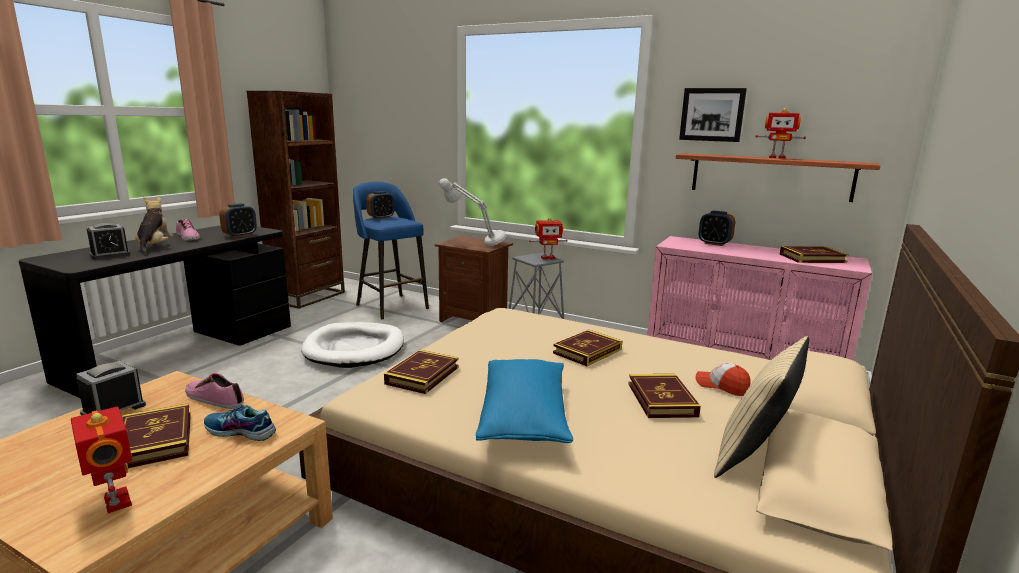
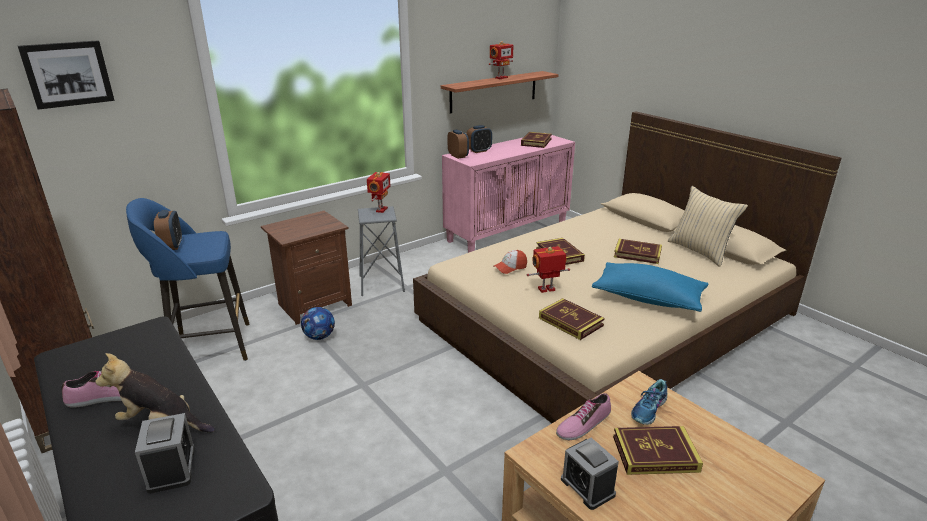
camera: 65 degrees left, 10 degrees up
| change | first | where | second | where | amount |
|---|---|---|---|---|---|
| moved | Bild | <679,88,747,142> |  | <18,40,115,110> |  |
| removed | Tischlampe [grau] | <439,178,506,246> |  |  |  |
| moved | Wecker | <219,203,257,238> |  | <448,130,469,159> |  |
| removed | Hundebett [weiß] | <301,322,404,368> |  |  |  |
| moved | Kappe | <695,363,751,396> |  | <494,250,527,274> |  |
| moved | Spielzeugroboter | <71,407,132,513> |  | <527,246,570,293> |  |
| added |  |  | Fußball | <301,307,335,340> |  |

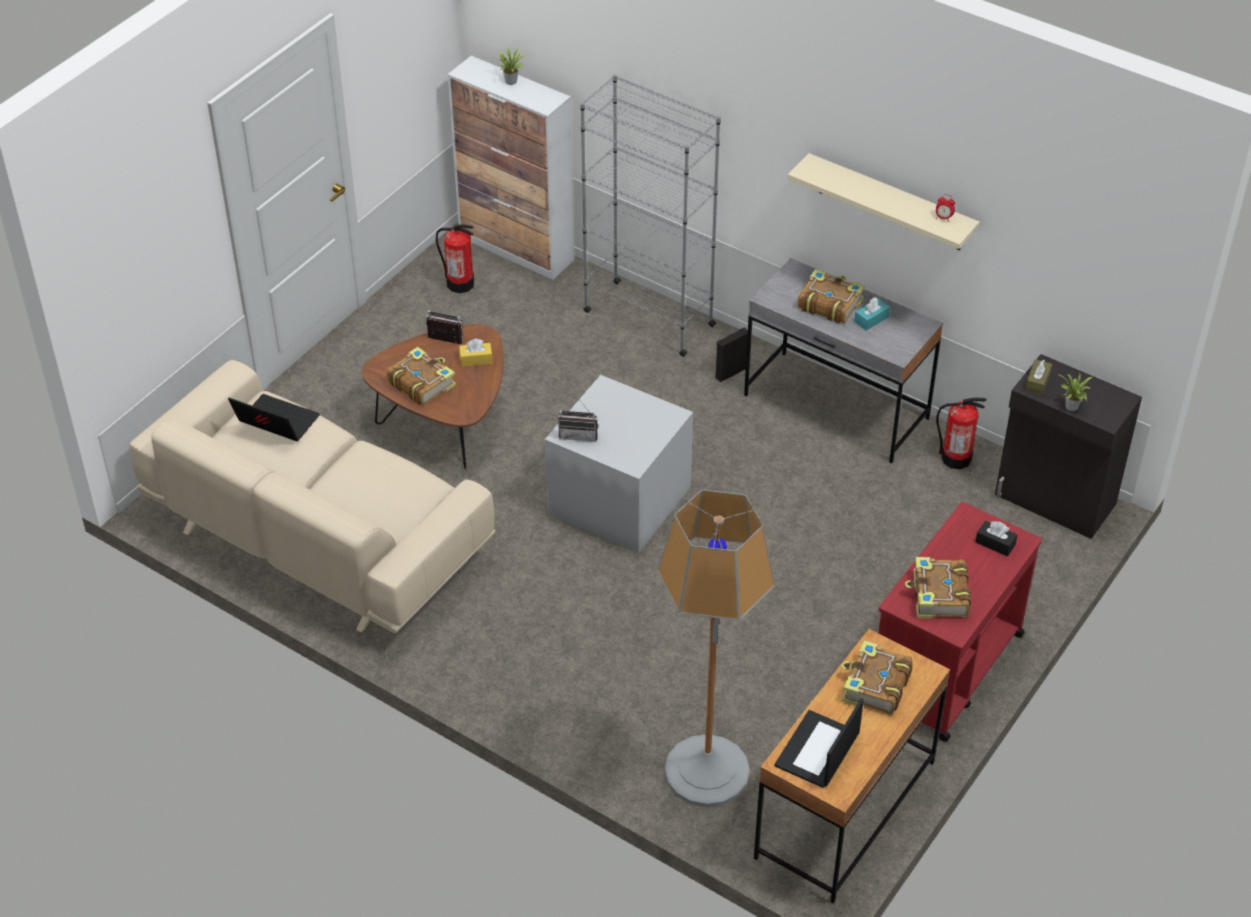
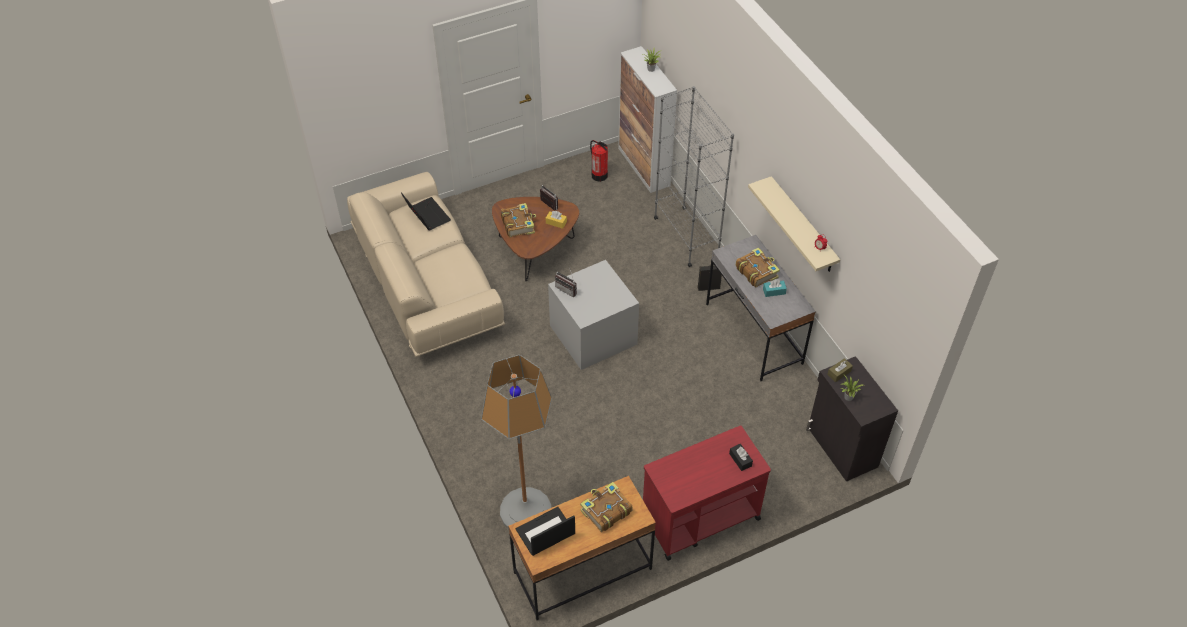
camera: 30 degrees right, 5 degrees up
| change | first | where | second | where | amount |
|---|---|---|---|---|---|
| removed | Feuerlöscher | <936,397,986,469> |  |  |  |
| removed | Buch | <905,557,971,619> |  |  |  |

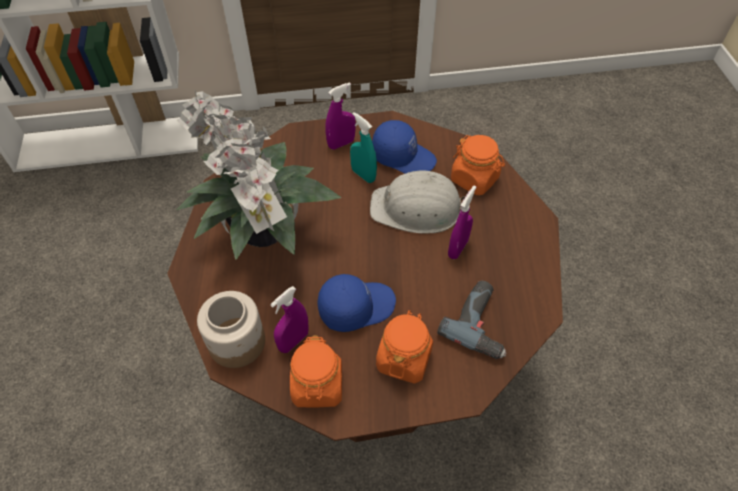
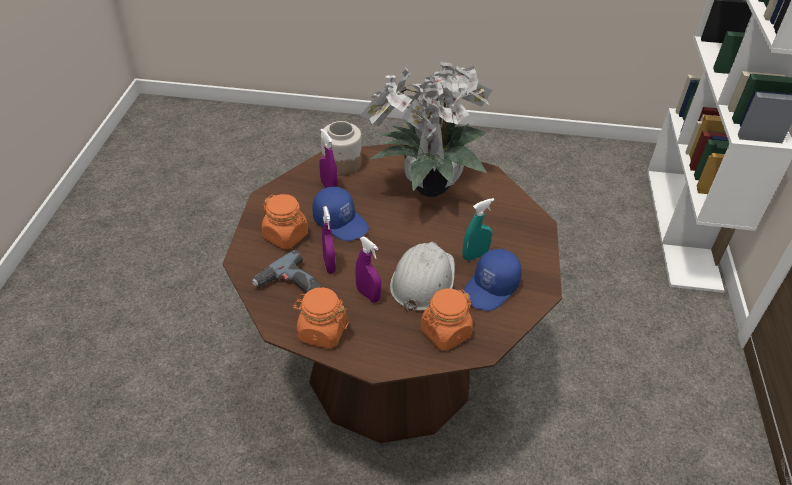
camera: 105 degrees right, 10 degrees down
| change | first | where | second | where | amount |
|---|---|---|---|---|---|
| moved | Sprühflasche [lila] | <325,82,356,149> |  | <322,206,336,273> |  |
| turned | Kappe [blau] | <318,274,396,332> |  | <312,187,369,241> | 45 degrees counterclockwise |
| moved | Vorratsglas [orange] | <290,335,342,407> |  | <293,287,349,349> |  |

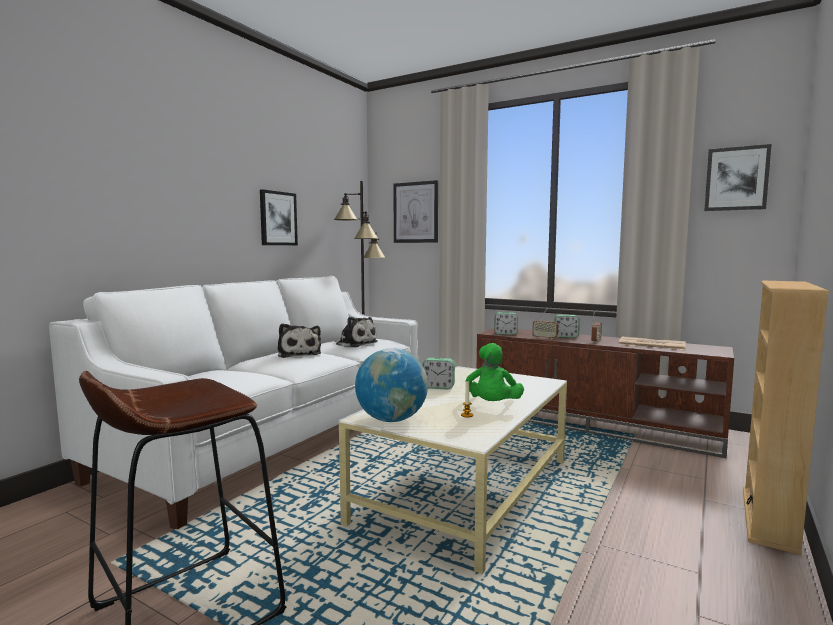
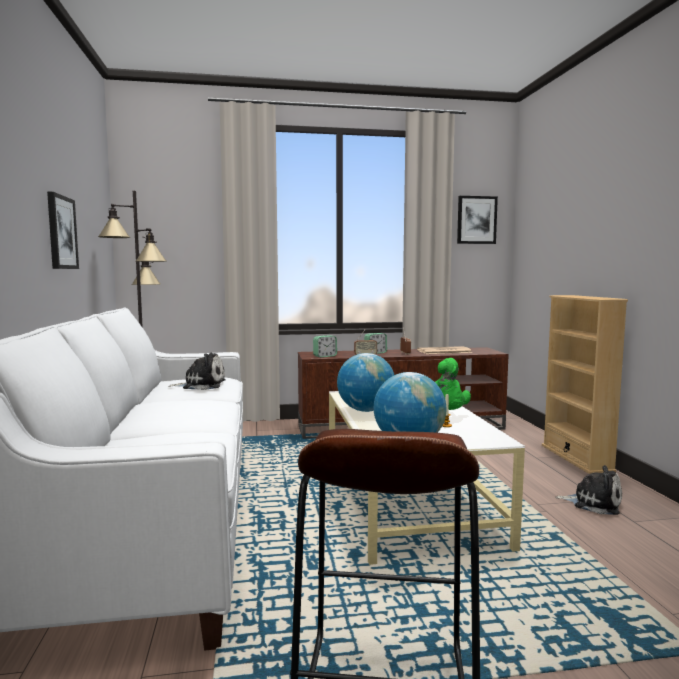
camera: 40 degrees left, 0 degrees up
| change | first | where | second | where | amount |
|---|---|---|---|---|---|
| removed | Bild | <393,180,438,243> |  |  |  |
| moved | Plüschtier | <278,323,321,358> |  | <555,465,622,515> |  |
| replaced | Wecker | <422,358,455,390> | Globus | <337,353,394,412> |  |

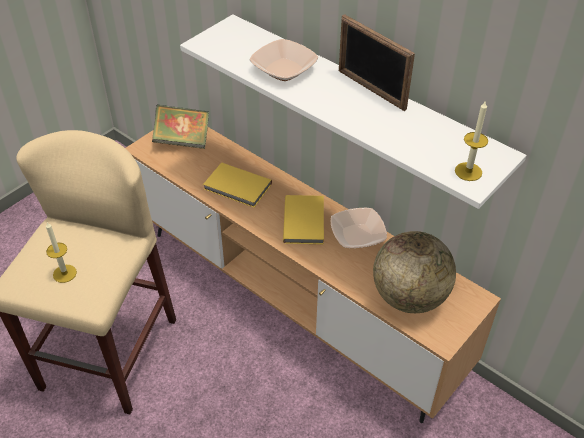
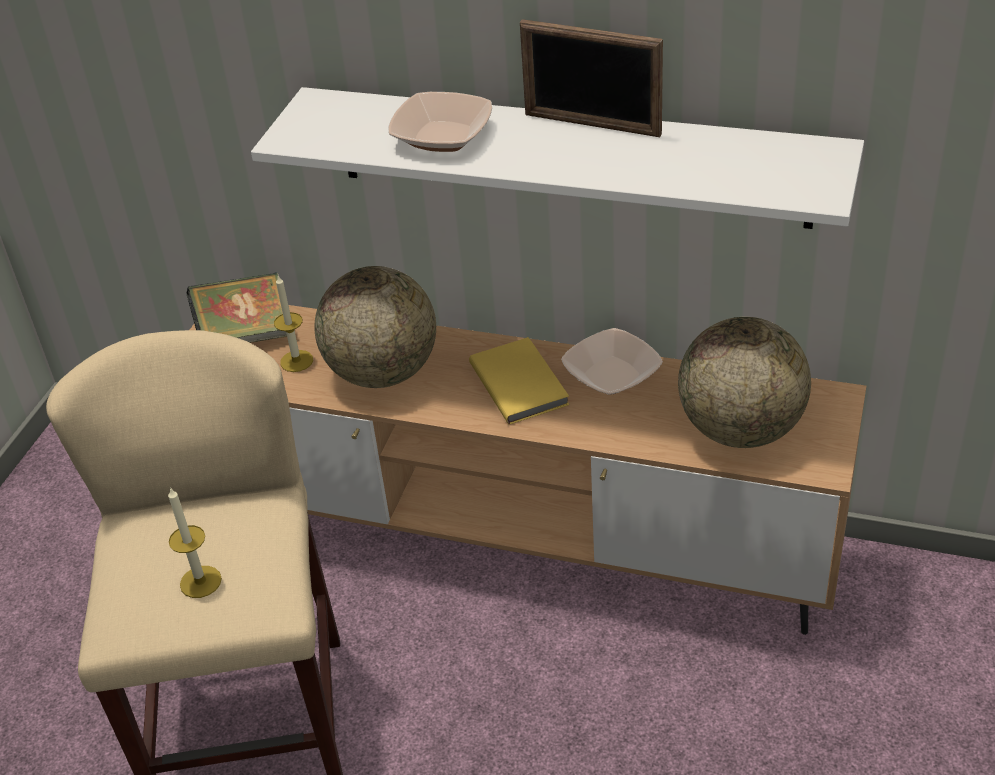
camera: 20 degrees left, 5 degrees down
| change | first | where | second | where | amount |
|---|---|---|---|---|---|
| moved | Kerze | <455,100,488,181> |  | <274,276,313,372> |  |
| replaced | Buch [gelb] | <203,163,272,208> | Globus | <315,266,436,388> |  |

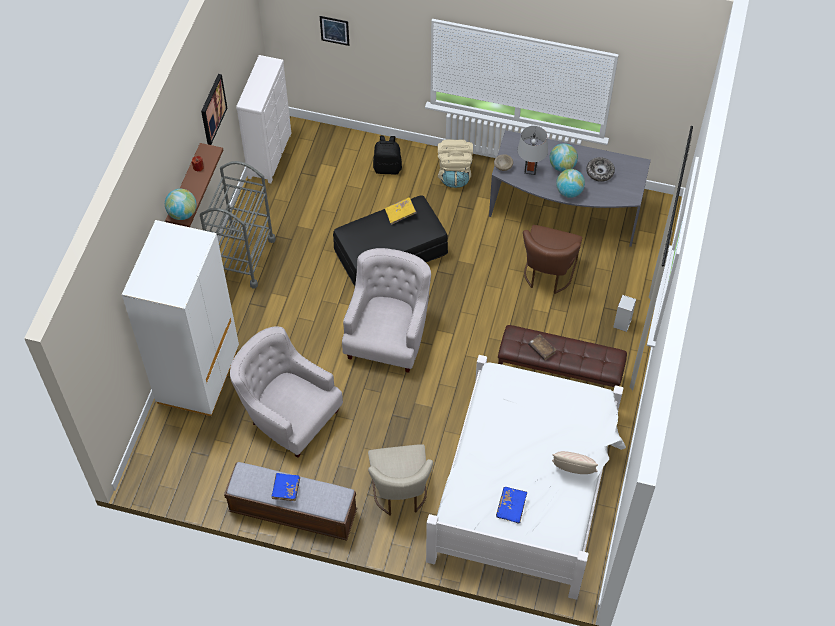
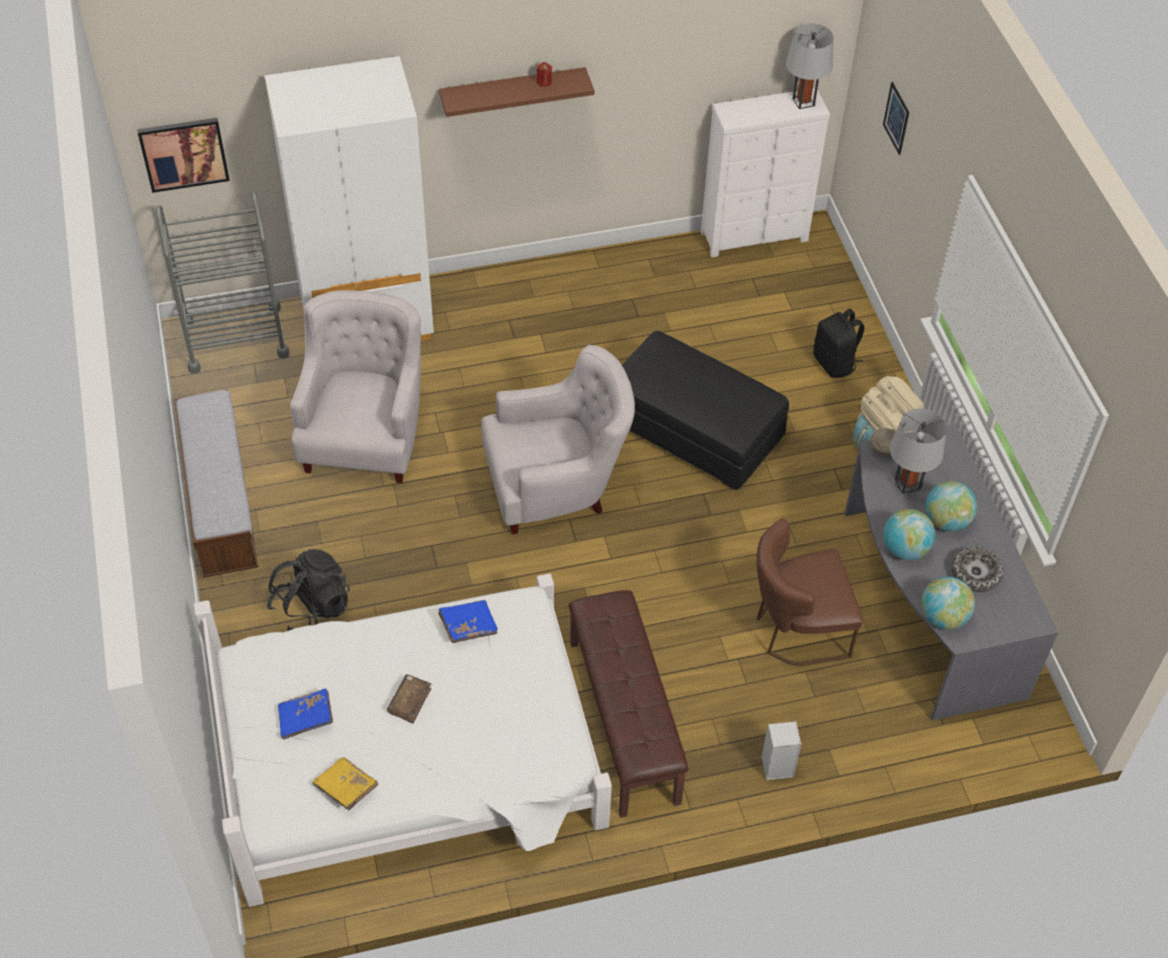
camera: 60 degrees right, 5 degrees down
| change | first | where | second | where | amount |
|---|---|---|---|---|---|
| moved | Bild | <201,74,227,145> |  | <137,118,230,193> |  |
| moved | Rollwagen [grau] | <200,161,276,288> |  | <156,190,290,374> |  |
| moved | Globus | <165,189,196,220> |  | <921,577,975,629> |  |
| moved | Buch [gelb] | <385,197,416,225> |  | <312,757,378,810> |  |
| moved | Buch [braun] | <528,334,556,360> |  | <387,674,431,723> |  |
| replaced | Stuhl [beige] | <368,444,433,515> | Rucksack [schwarz] | <267,549,350,631> |  |
| removed | Kissen [beige] | <552,451,598,474> |  |  |  |
| moved | Buch [blau] | <271,473,300,501> |  | <438,600,498,643> |  |
| added |  |  | Tischlampe [grau] | <786,24,833,109> |  |

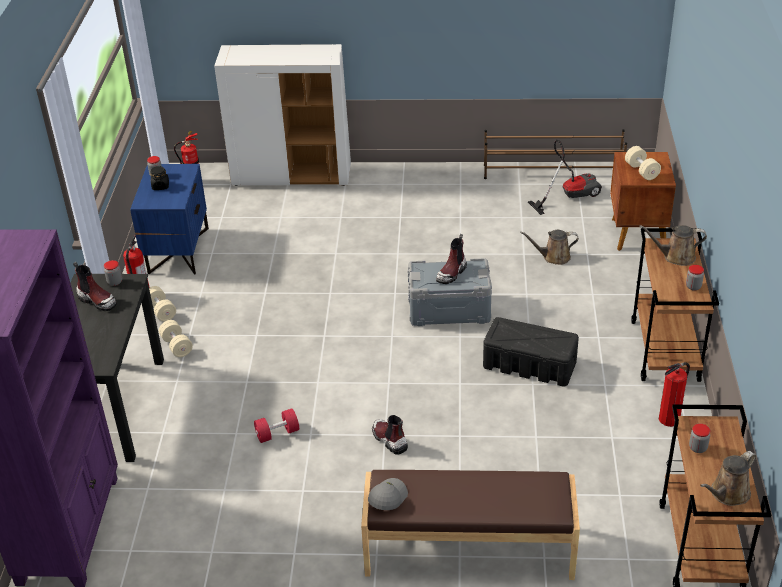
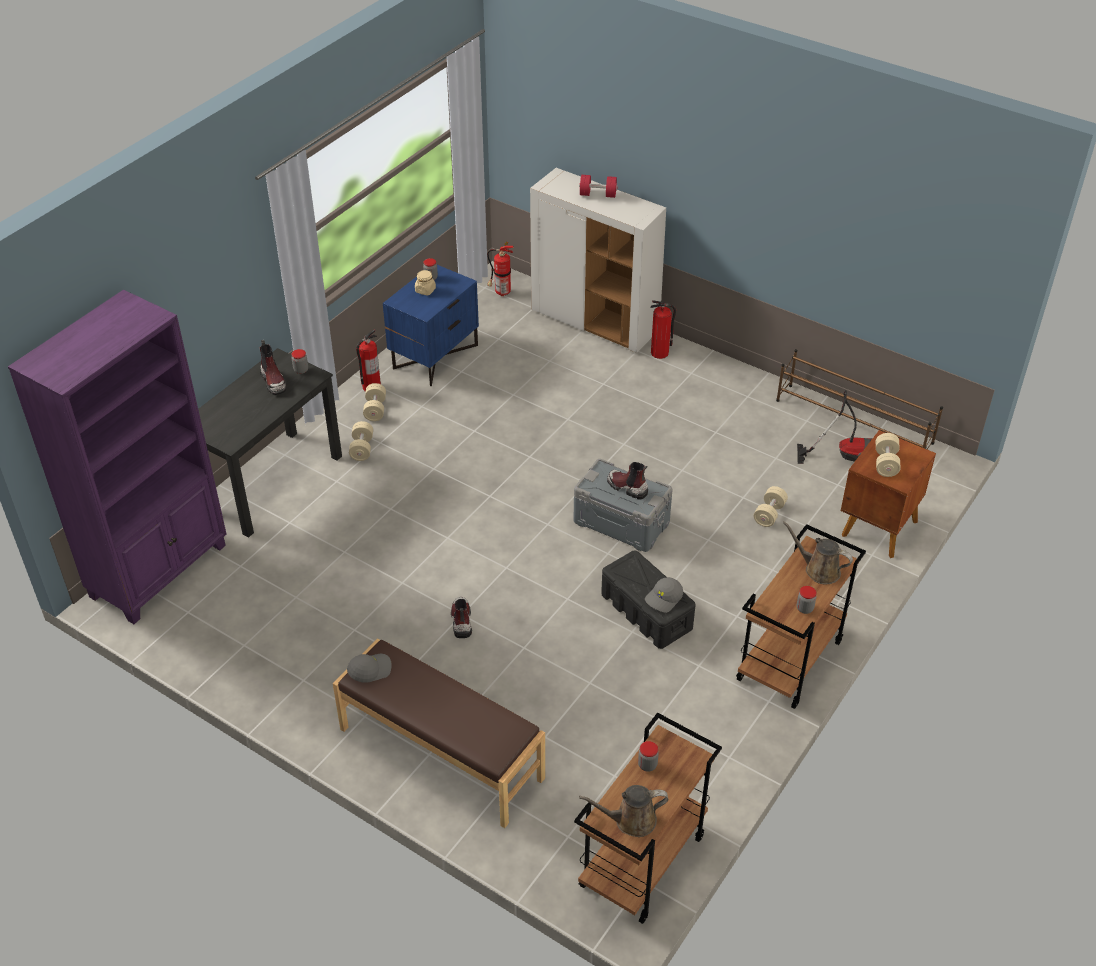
camera: 30 degrees right, 5 degrees up
| change | first | where | second | where | amount |
|---|---|---|---|---|---|
| recoloured | Vorratsglas [schwarz] | <150,166,169,190> | Vorratsglas [beige] | <415,270,436,295> |  |
| replaced | Gießkanne [braun] | <520,230,579,265> | Hantel [beige] | <753,486,788,527> |  |
| turned | Stiefel | <436,234,467,284> |  | <607,462,648,500> | 60 degrees clockwise |
| moved | Feuerlöscher | <659,362,690,427> |  | <651,300,676,359> |  |
| moved | Hantel [rot] | <254,408,299,443> |  | <579,175,618,198> |  |
| added |  |  | Kappe [grau] | <645,577,683,613> |  |

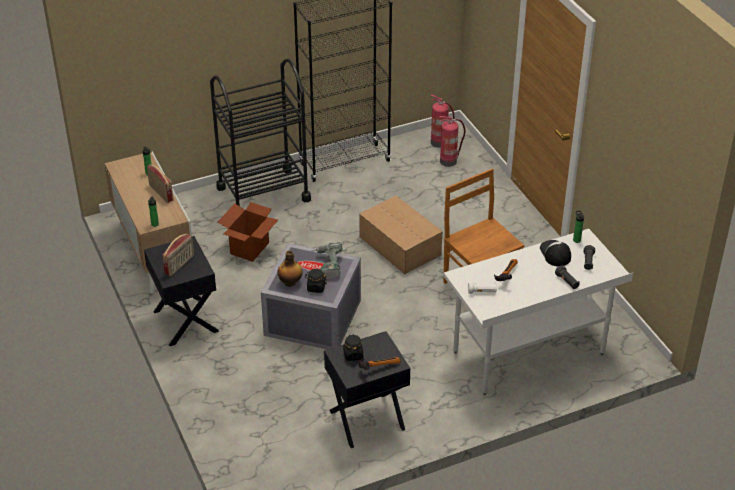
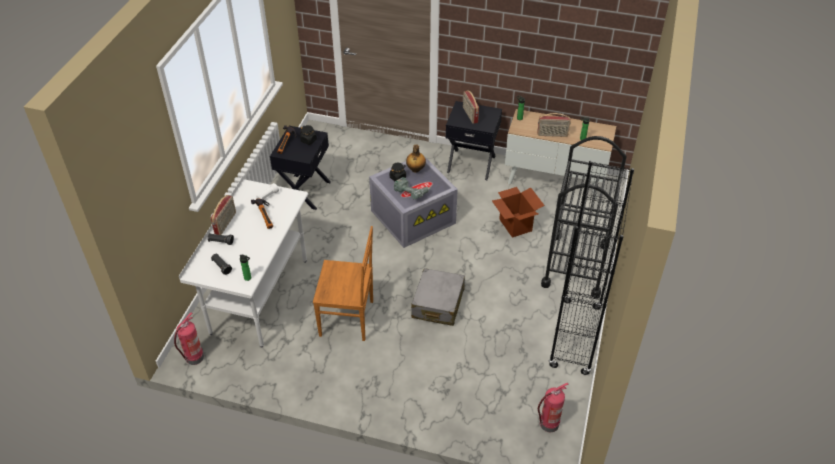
camera: 130 degrees right, 5 degrees up
| change | first | where | second | where | amount |
|---|---|---|---|---|---|
| moved | Feuerlöscher | <439,116,465,167> |  | <174,312,204,365> |  |
| replaced | Karton | <359,196,442,274> | Koffer [grau] | <411,268,465,326> |  |
| removed | Kappe | <540,240,571,266> |  |  |  |
| added |  |  | Radio | <211,195,236,235> |  |

